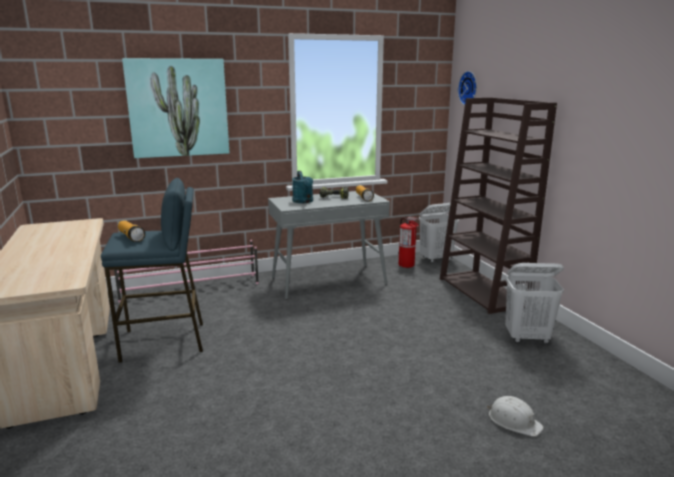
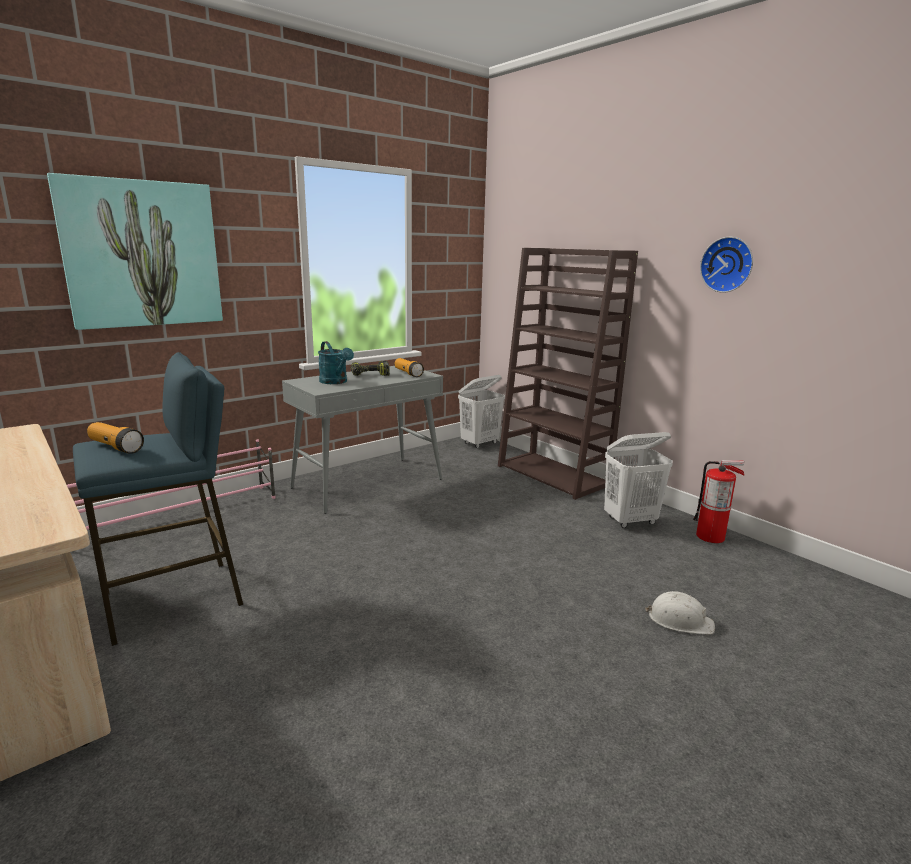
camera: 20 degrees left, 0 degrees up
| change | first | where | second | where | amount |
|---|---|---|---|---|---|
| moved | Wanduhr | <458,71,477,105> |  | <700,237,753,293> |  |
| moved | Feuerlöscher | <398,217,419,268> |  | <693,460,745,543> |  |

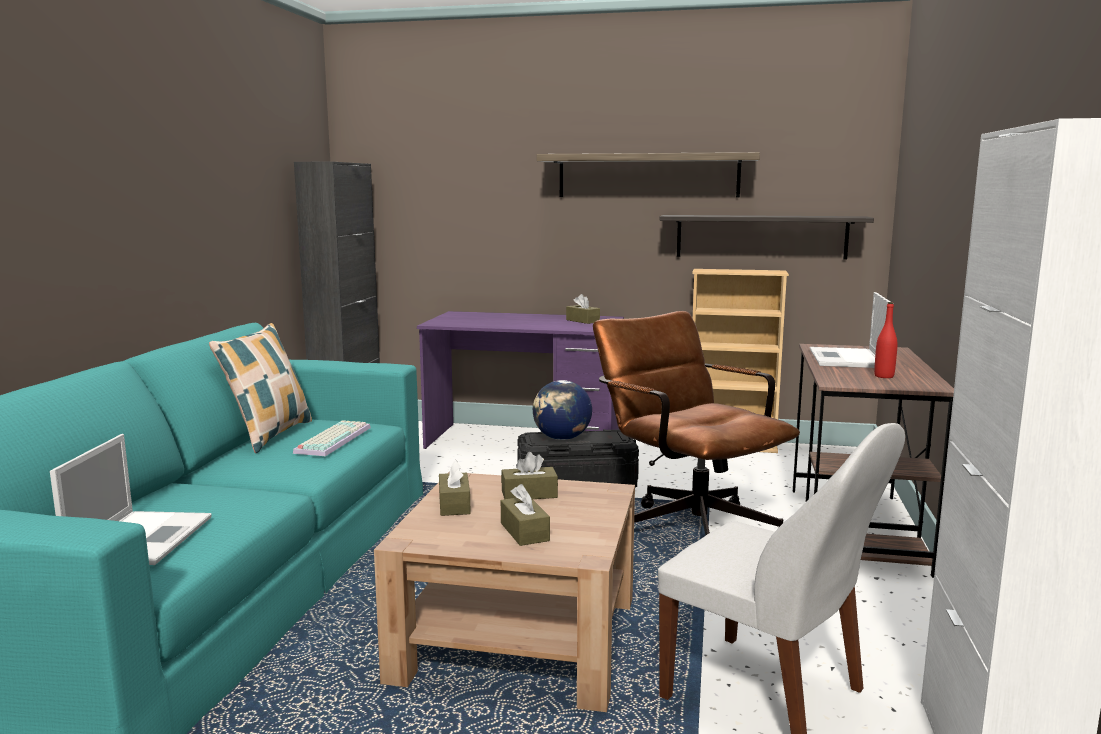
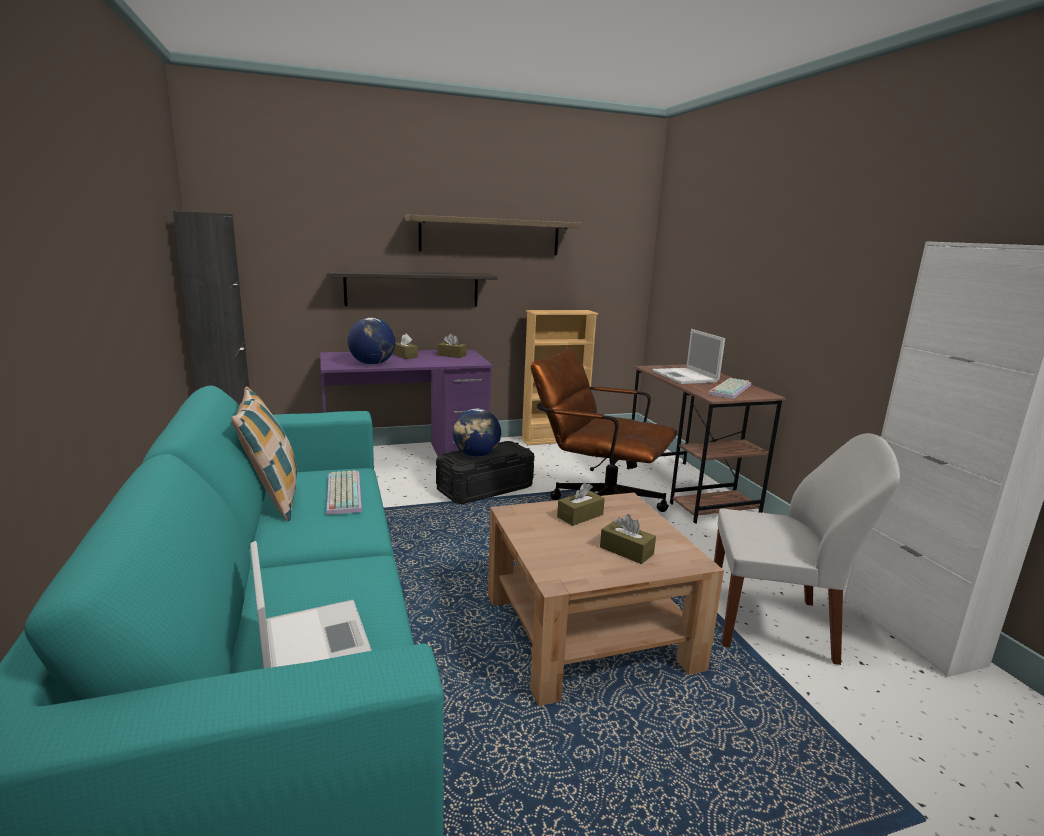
camera: 30 degrees left, 5 degrees up
| change | first | where | second | where | amount |
|---|---|---|---|---|---|
| moved | Wandregal | <659,215,874,260> |  | <329,271,498,307> |  |
| replaced | Flasche [rot] | <874,302,897,378> | Tastatur | <708,378,751,399> |  |
| moved | Taschentuchbox [braun] | <439,460,471,516> |  | <393,334,418,359> |  |
| added |  |  | Globus | <348,318,396,365> |  |

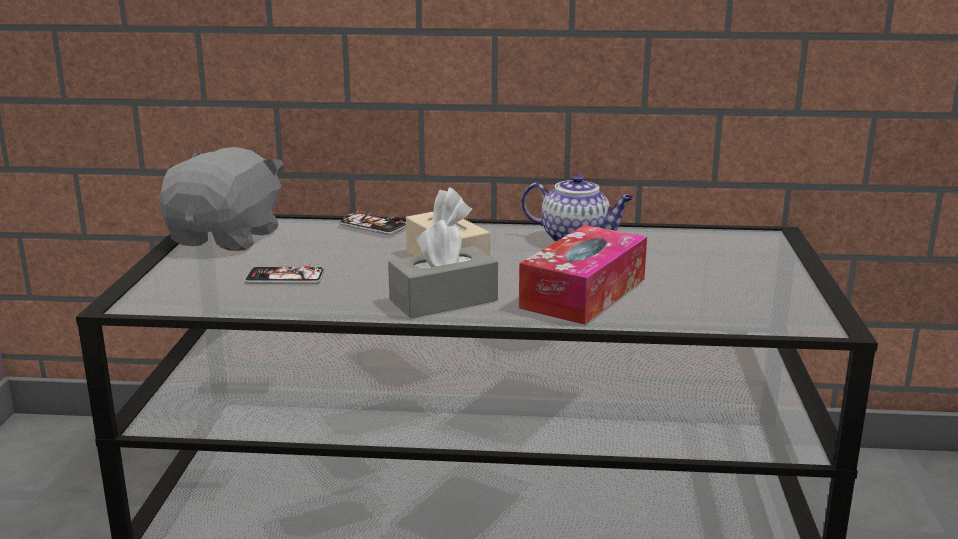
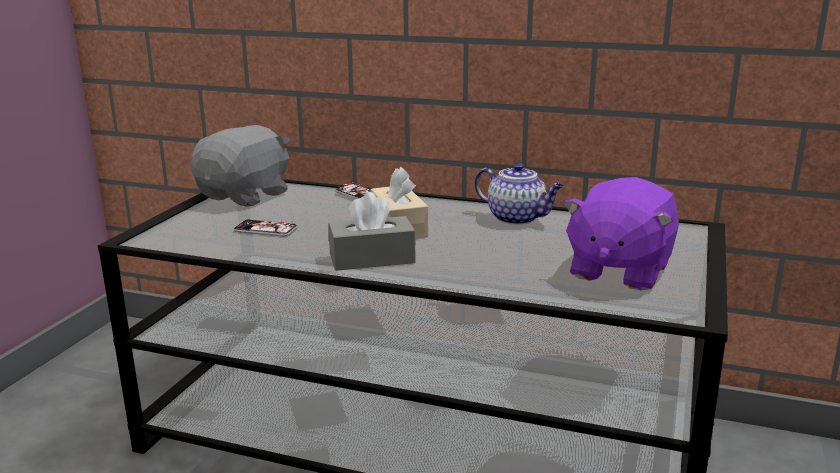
camera: 15 degrees right, 0 degrees up
| change | first | where | second | where | amount |
|---|---|---|---|---|---|
| removed | Taschentuchbox | <519,225,647,325> |  |  |  |
| added |  |  | Plüschtier [lila] | <563,177,679,291> |  |

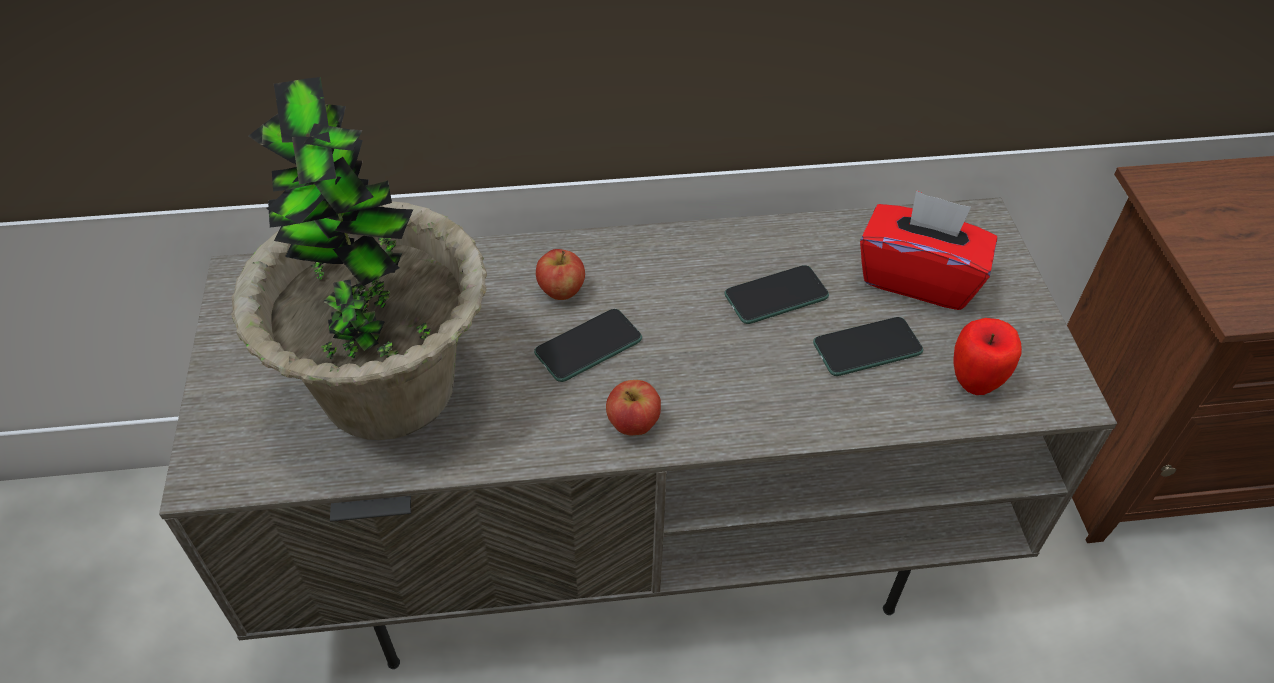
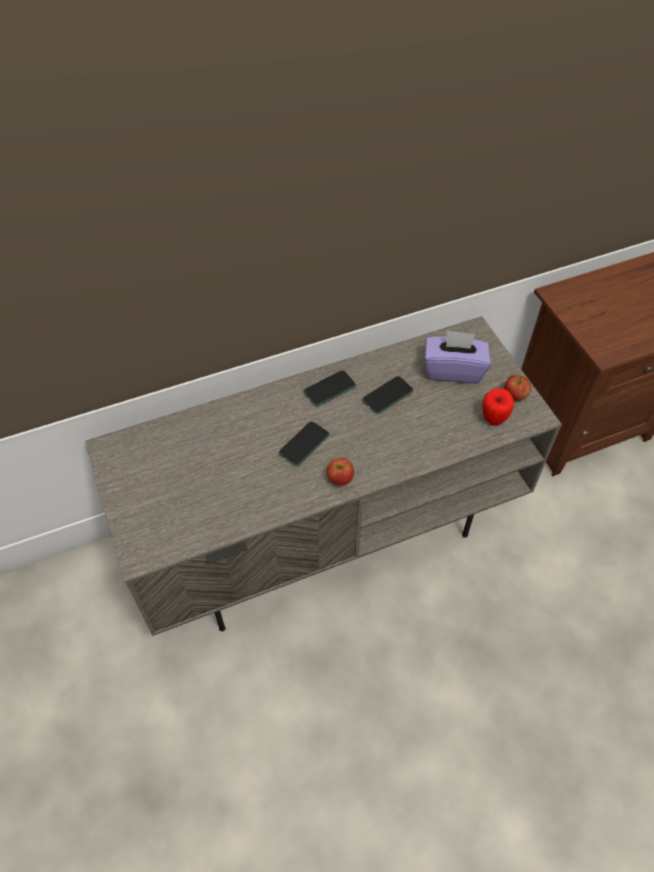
camera: 15 degrees left, 5 degrees up
| change | first | where | second | where | amount |
|---|---|---|---|---|---|
| removed | Topfpflanze | <231,77,487,440> |  |  |  |
| recoloured | Taschentuchbox [rot] | <860,190,997,310> | Taschentuchbox [lila] | <425,330,491,383> |  |
| moved | Apfel | <536,249,585,300> |  | <504,375,531,401> |  |
| moved | Handy | <813,317,923,376> |  | <303,370,356,407> |  |

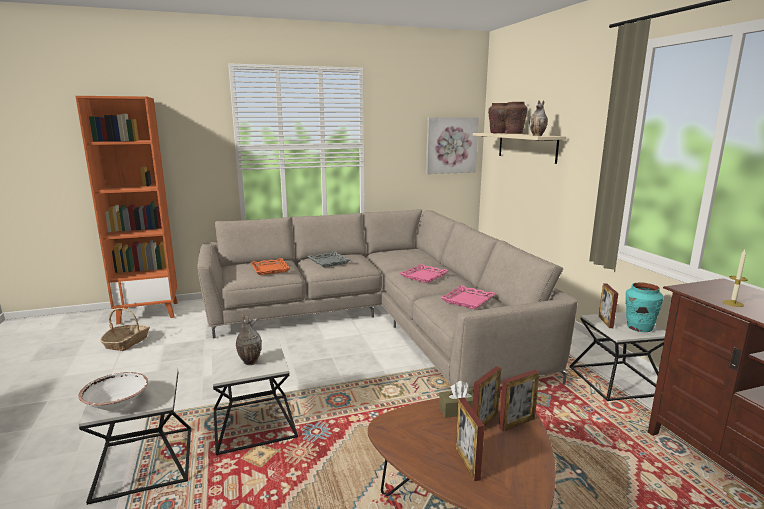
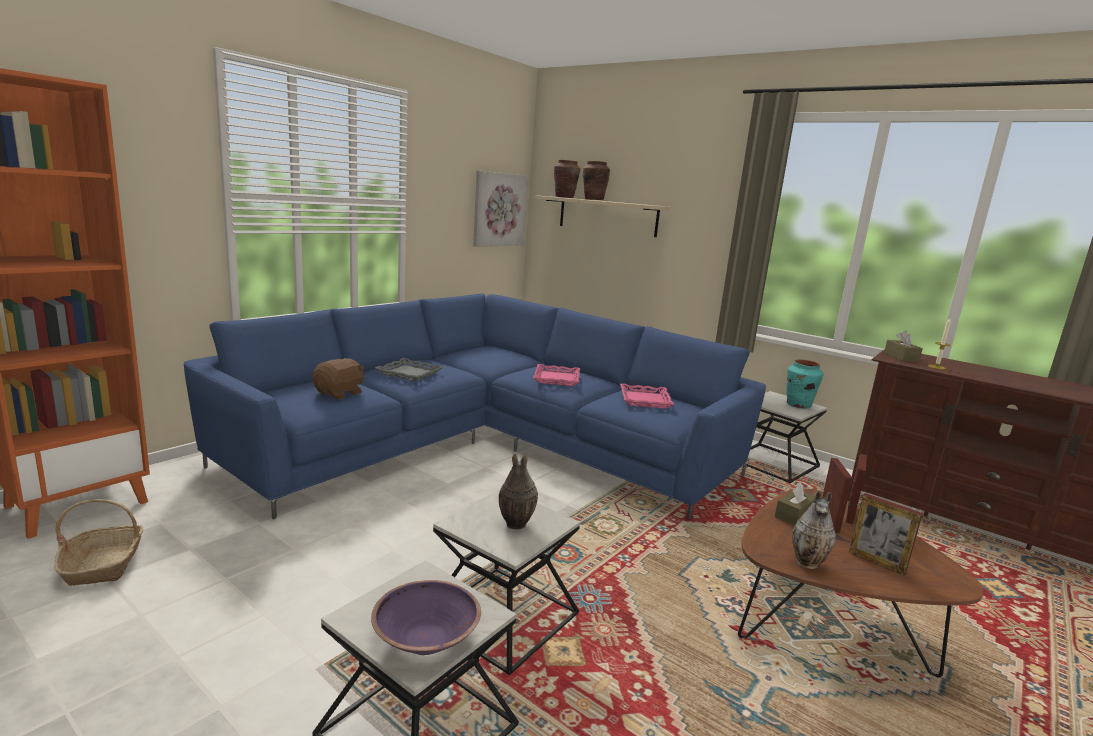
camera: 35 degrees left, 0 degrees up
| change | first | where | second | where | amount |
|---|---|---|---|---|---|
| moved | Vase | <529,100,548,136> |  | <792,490,836,569> |  |
| recoloured | Sofa [beige] | <198,209,578,389> | Sofa [blau] | <184,293,766,519> |  |
| replaced | Tablett [orange] | <251,258,290,275> | Plüschtier [braun] | <312,358,364,399> |  |
| removed | Bilderrahmen | <599,283,619,328> |  |  |  |
| recoloured | Schüssel [weiß] | <78,372,148,411> | Schüssel [lila] | <371,580,481,655> |  |
| added |  |  | Taschentuchbox [braun] | <884,331,923,362> |  |

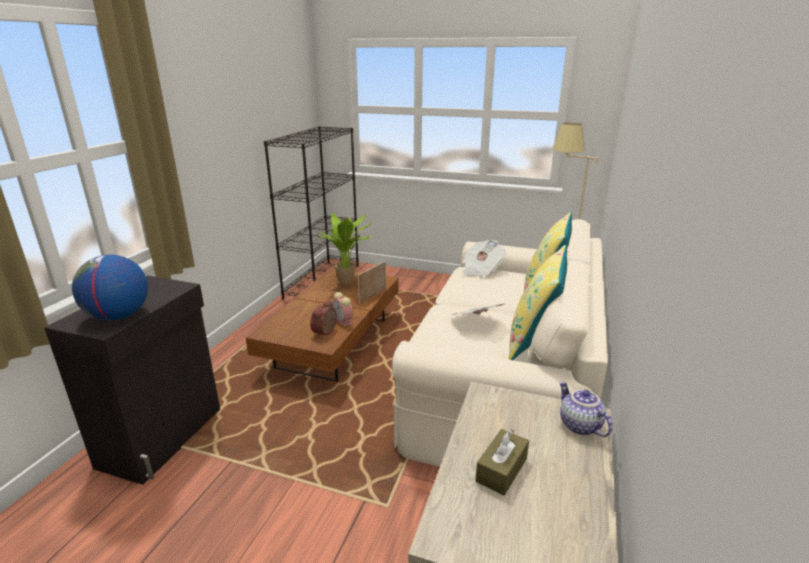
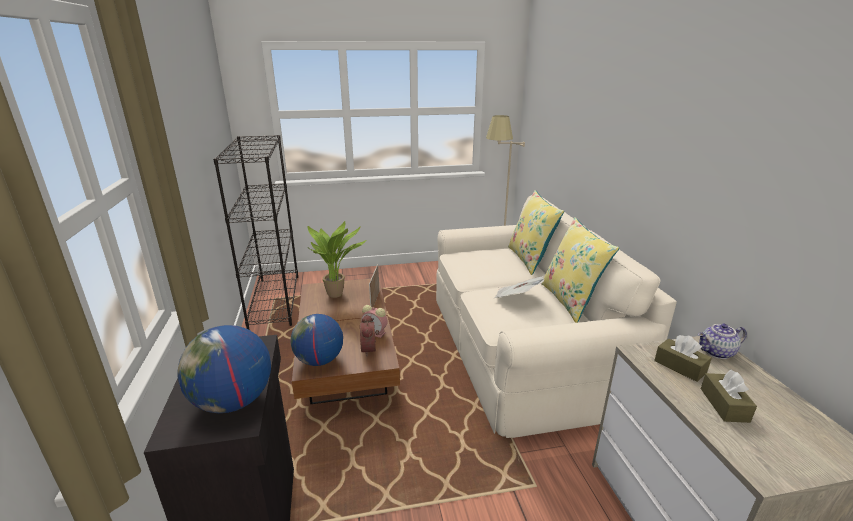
camera: 30 degrees left, 0 degrees up
| change | first | where | second | where | amount |
|---|---|---|---|---|---|
| removed | Zeitung | <462,240,506,277> |  |  |  |
| turned | Teekanne | <559,381,613,437> |  | <698,324,747,359> | 45 degrees counterclockwise |
| added |  |  | Globus | <290,314,343,366> |  |
| added |  |  | Taschentuchbox [braun] | <654,335,712,382> |  |

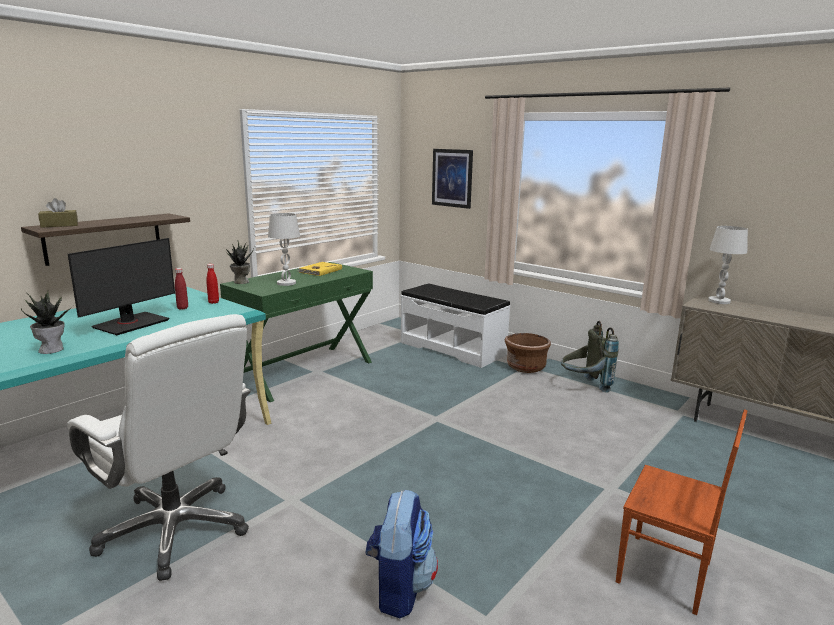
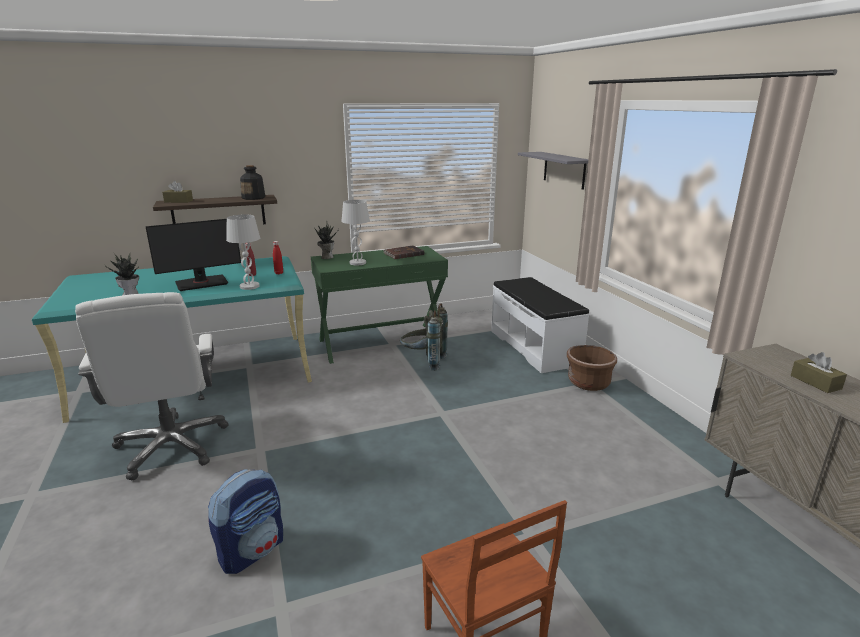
camera: 30 degrees right, 5 degrees up
| change | first | where | second | where | amount |
|---|---|---|---|---|---|
| replaced | Bild | <432,149,473,209> | Wandregal [grau] | <518,152,588,190> |  |
| moved | Tischlampe [weiß] | <708,226,748,304> |  | <226,215,260,290> |  |
| recoloured | Buch [gelb] | <298,262,342,276> | Buch [braun] | <383,246,424,259> |  |
| moved | Rucksack [grau] | <561,321,619,392> |  | <400,303,448,371> |  |
| added |  |  | Flasche | <240,165,265,200> |  |
| added |  |  | Taschentuchbox [braun] | <791,352,847,393> |  |

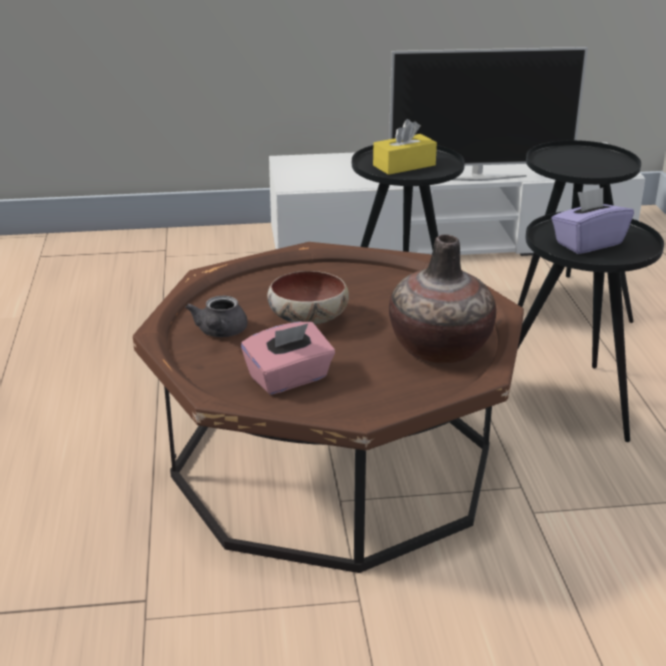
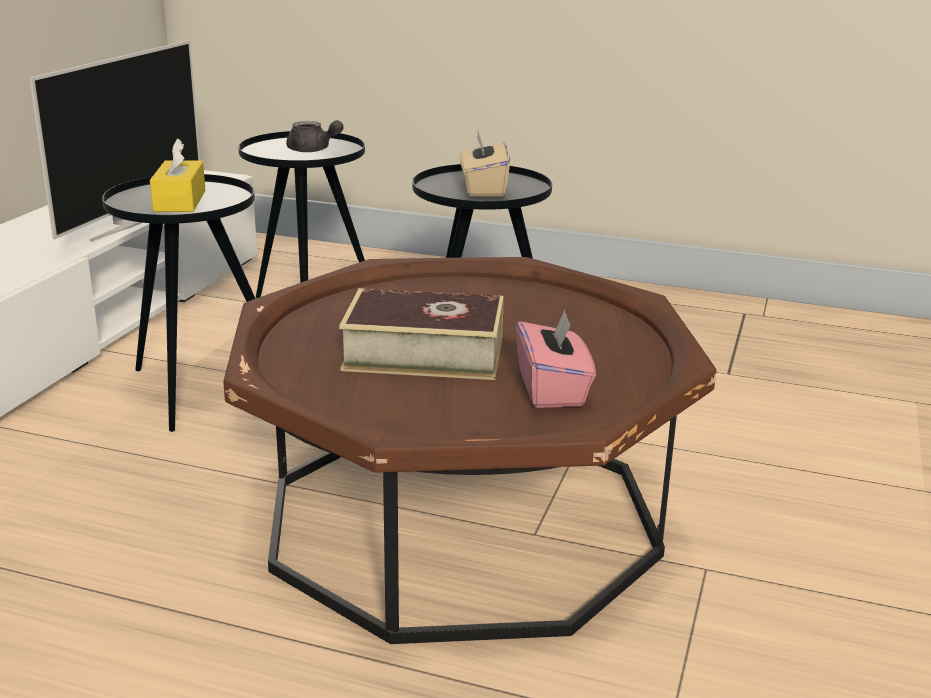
camera: 65 degrees left, 5 degrees down
| change | first | where | second | where | amount |
|---|---|---|---|---|---|
| recoloured | Taschentuchbox [lila] | <551,188,634,254> | Taschentuchbox [beige] | <460,131,510,197> |  |
| removed | Vase | <389,234,496,364> |  |  |  |
| replaced | Schüssel | <267,271,349,325> | Buch | <339,288,504,380> |  |
| moved | Teekanne [grau] | <186,296,248,337> |  | <286,120,344,152> |  |

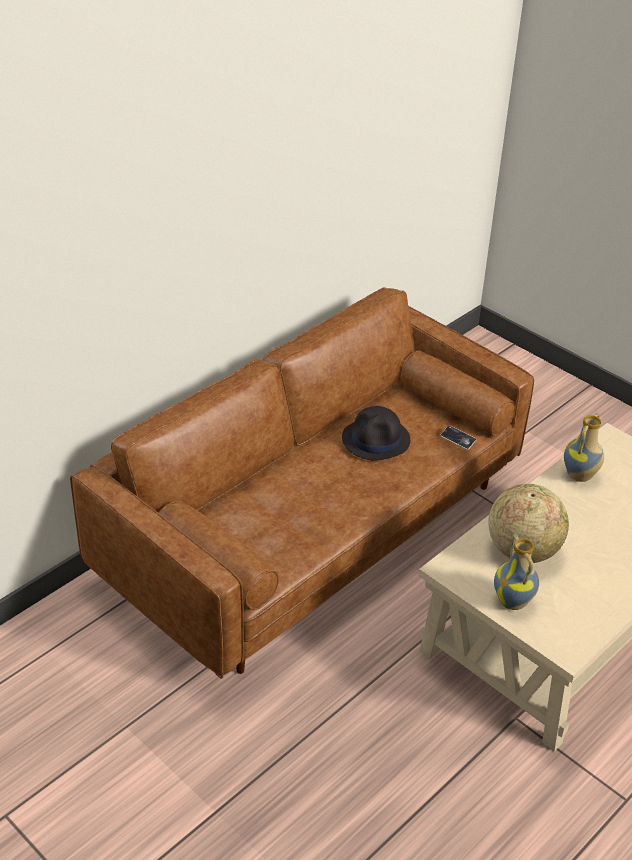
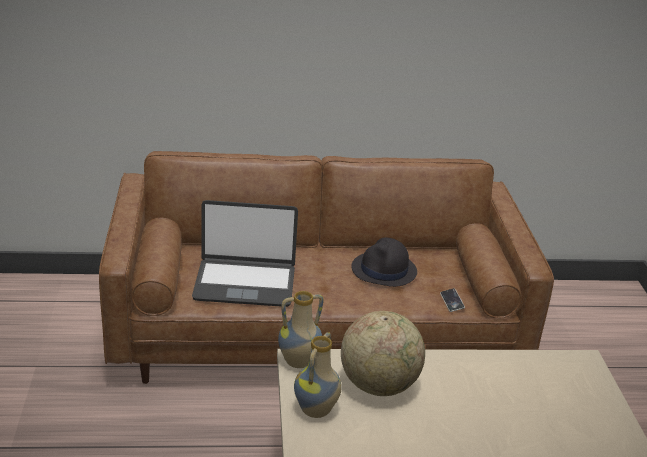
camera: 40 degrees right, 10 degrees down
| change | first | where | second | where | amount |
|---|---|---|---|---|---|
| moved | Vase | <564,413,604,482> |  | <278,291,323,368> |  |
| added |  |  | Laptop | <192,200,298,307> |  |

